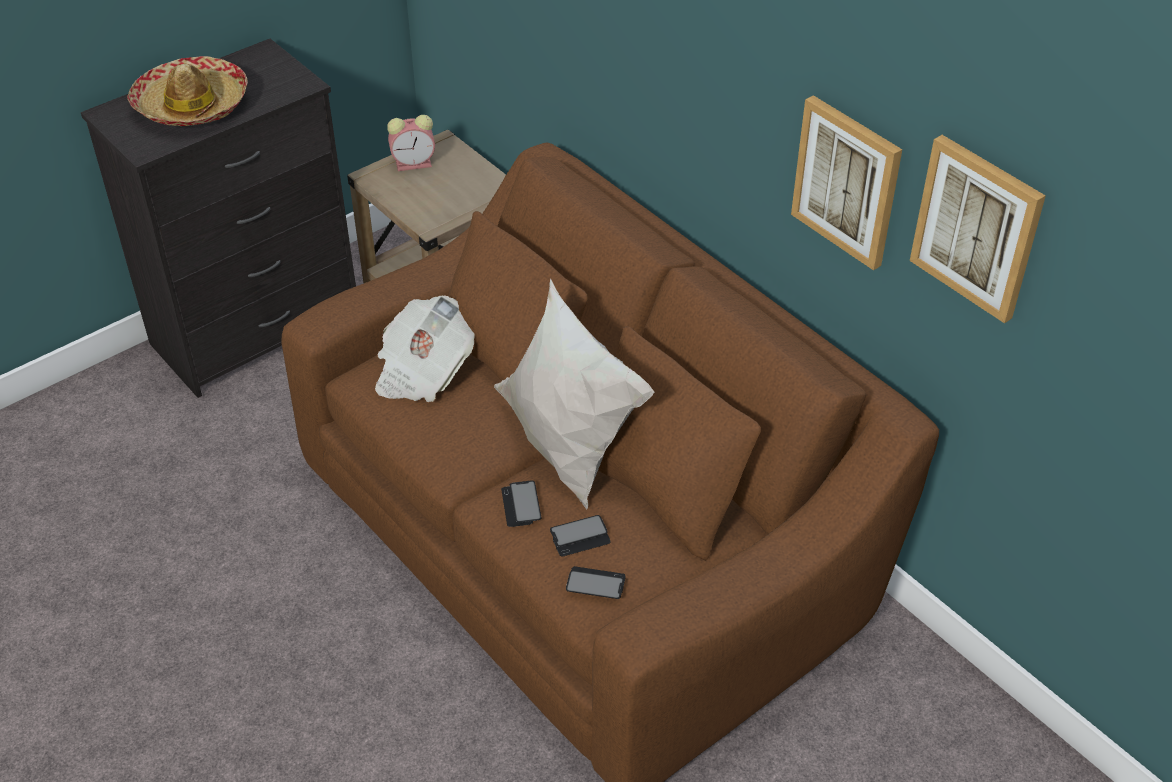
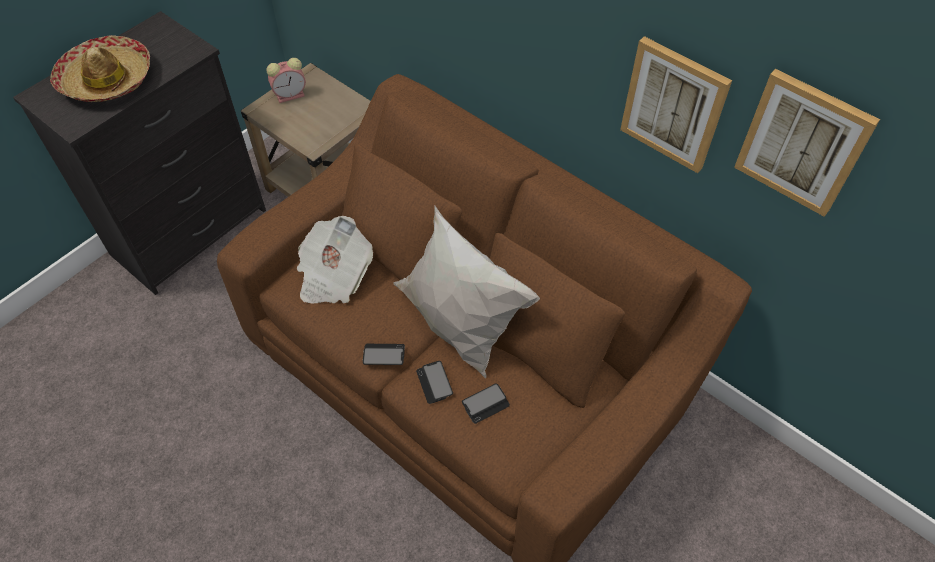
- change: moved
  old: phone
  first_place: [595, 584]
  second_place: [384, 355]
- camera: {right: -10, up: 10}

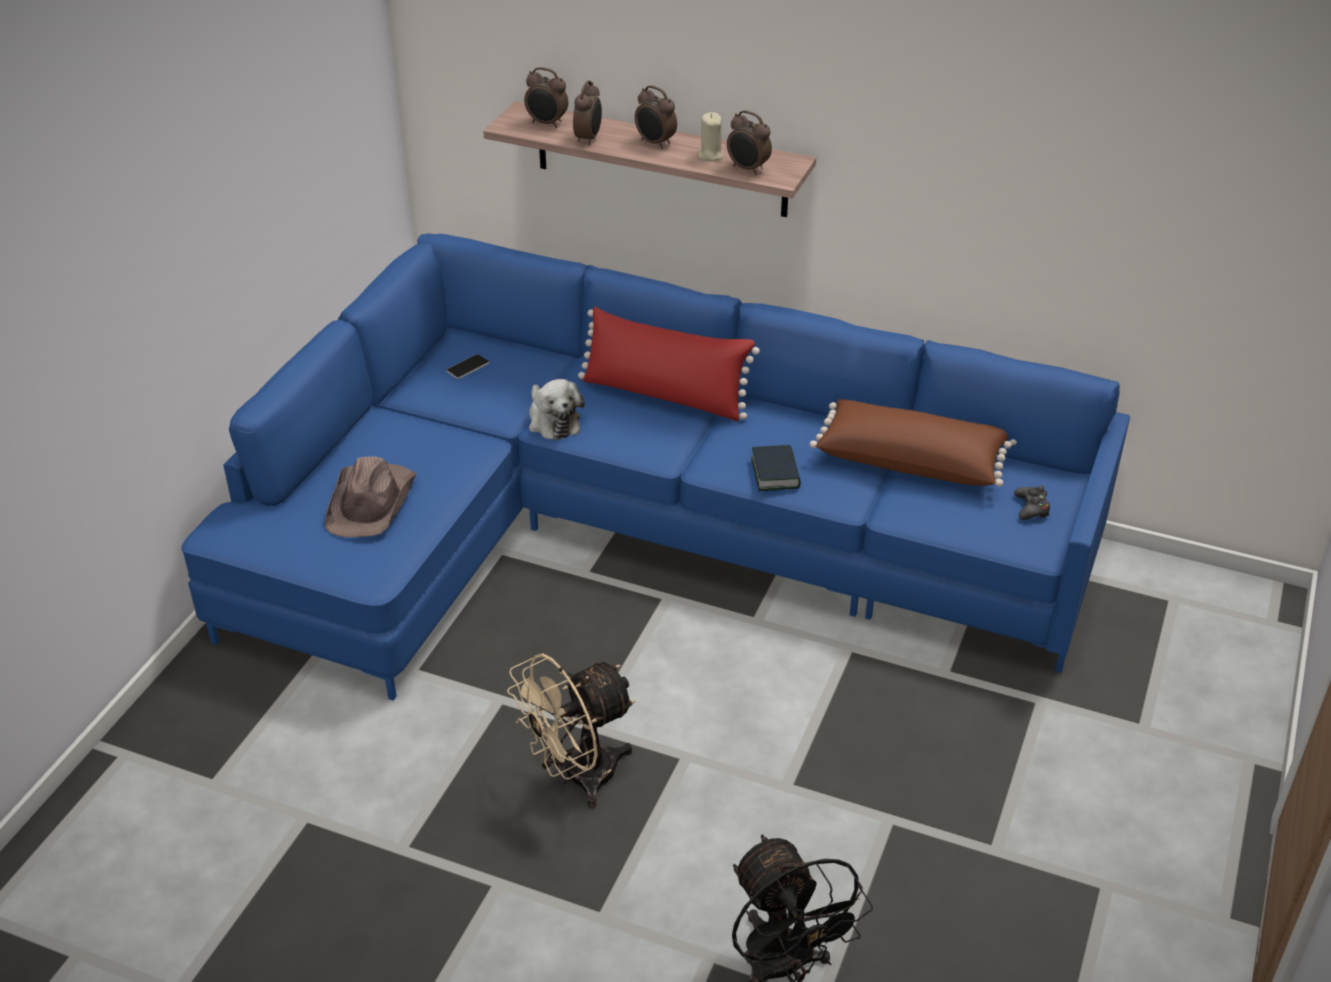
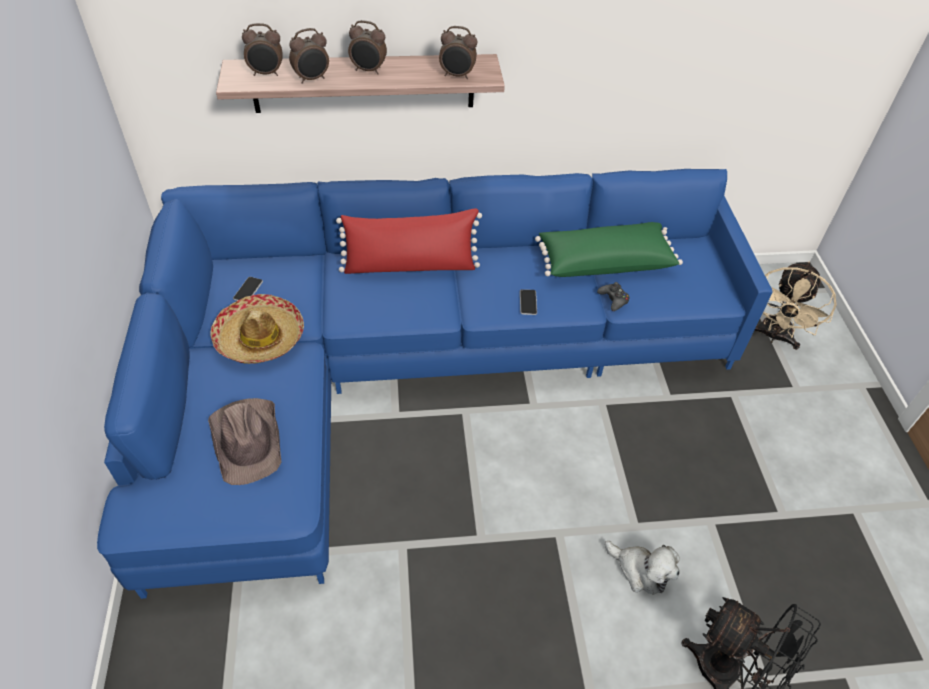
- change: added
  new: clothing hat
  second_place: [260, 338]
- change: turned
  old: table clock
  first_place: [589, 138]
  second_place: [312, 79]
  degrees: 75
- change: replaced
  old: bound book
  new: phone
  first_place: [775, 473]
  second_place: [528, 302]
- change: recoloured
  old: brownish throw pillow
  new: green throw pillow
  first_place: [911, 460]
  second_place: [604, 261]
- change: moved
  old: black joypad
  first_place: [1031, 508]
  second_place: [613, 299]
- change: moved
  old: plush toy
  first_place: [552, 421]
  second_place: [641, 570]
- change: moved
  old: beige-coloured electric fan
  first_place: [577, 777]
  second_place: [773, 336]
- change: removed
  old: beige-coloured candle
  first_place: [710, 155]
- camera: {right: -30, up: 10}

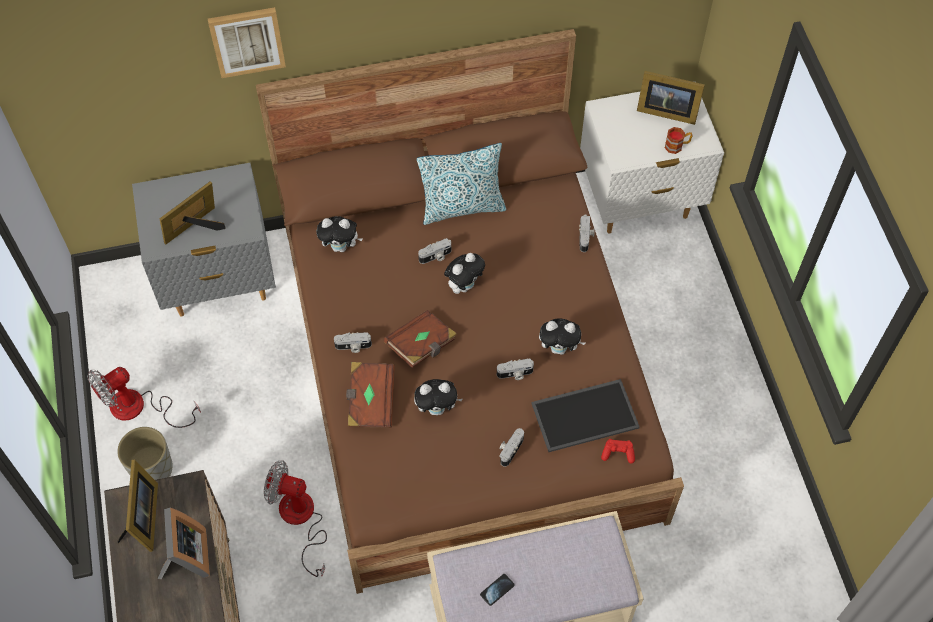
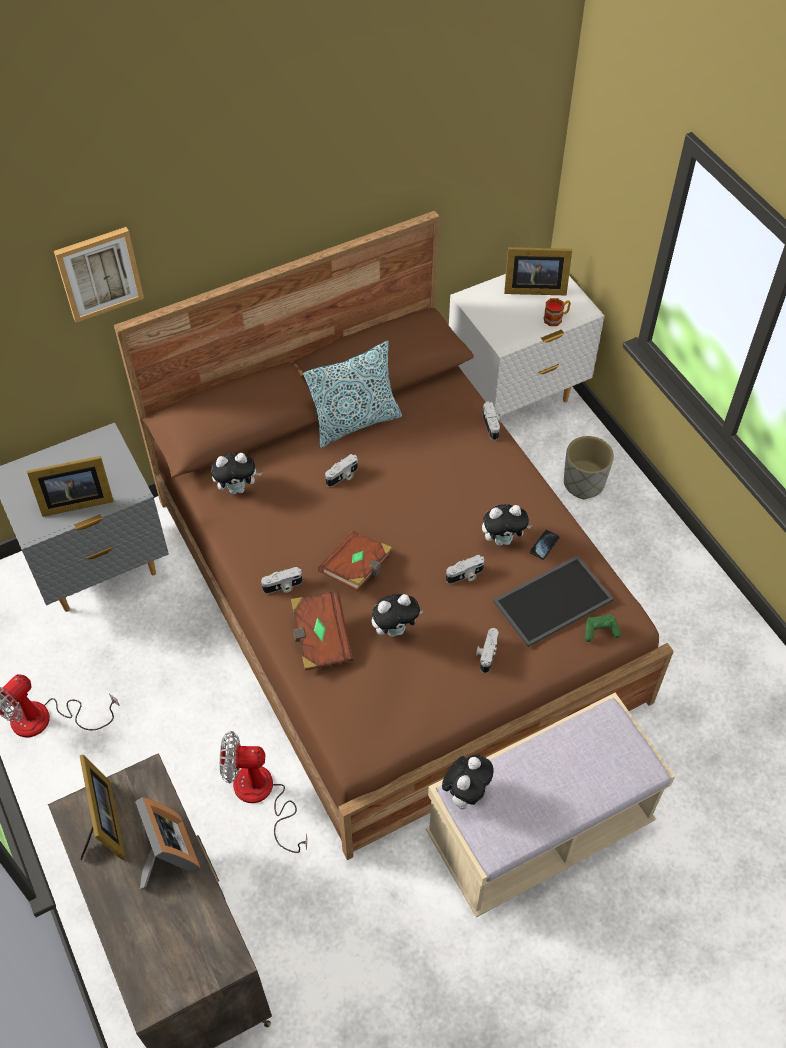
- change: turned
  old: photo frame
  first_place: [196, 229]
  second_place: [74, 501]
  degrees: -135
- change: moved
  old: plush toy
  first_place: [464, 285]
  second_place: [466, 793]
- change: moved
  old: phone
  first_place: [497, 590]
  second_place: [544, 545]
- change: moved
  old: gray planter
  first_place: [152, 468]
  second_place: [583, 483]
- change: recoloured
  old: red joypad
  new: green joypad
  first_place: [618, 453]
  second_place: [600, 631]
- camera: {right: -15, up: -5}

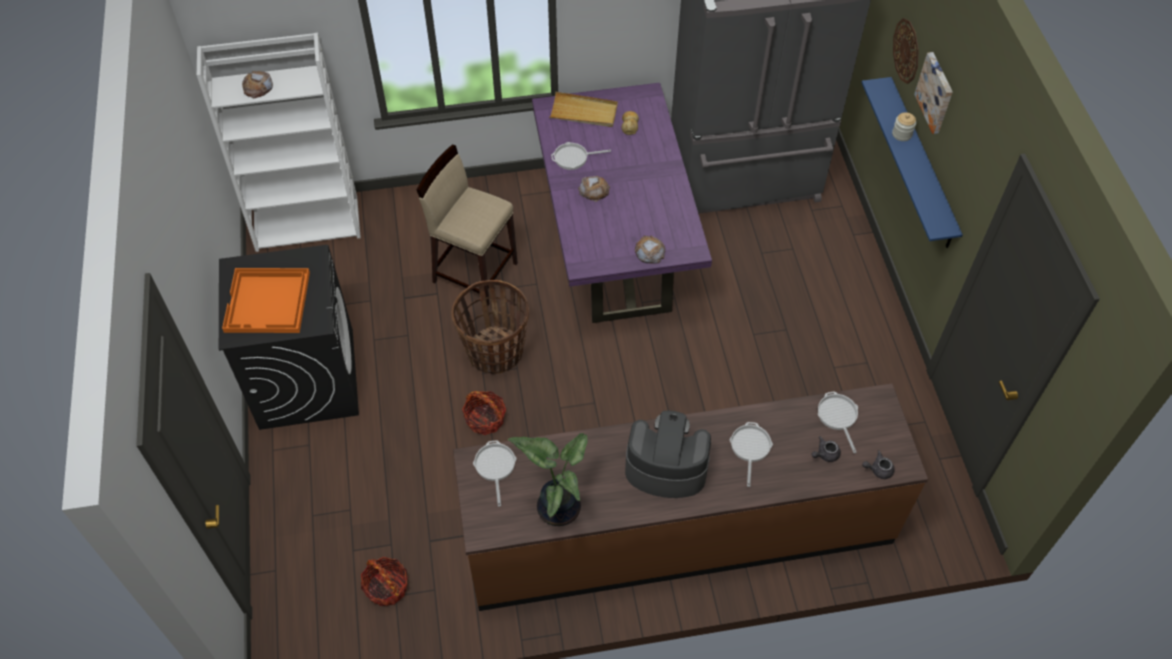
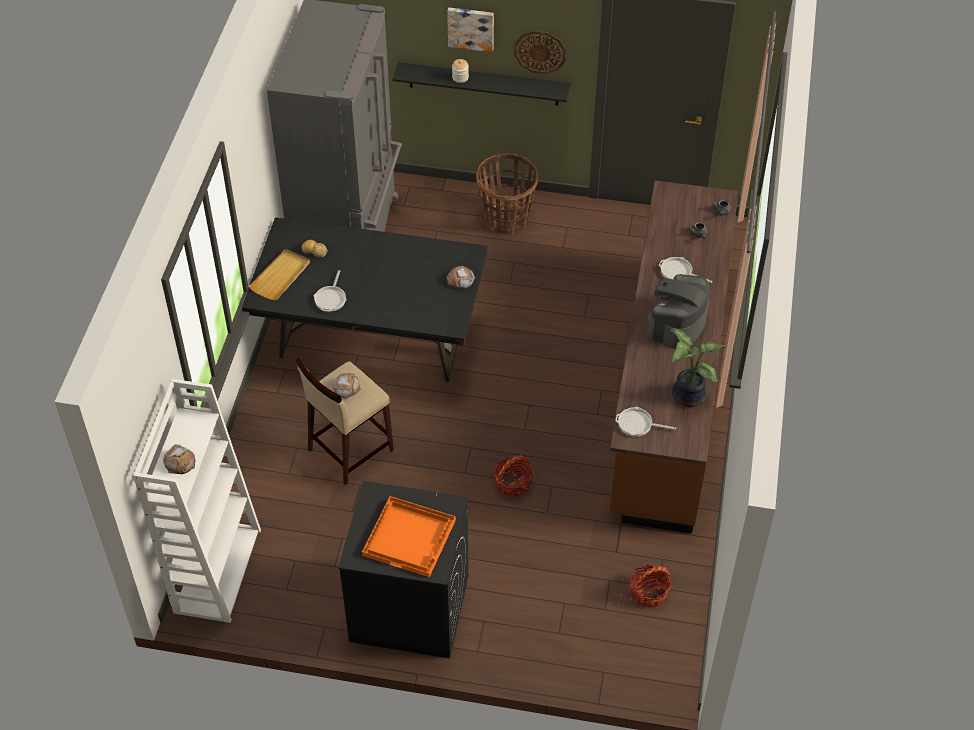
- change: recoloured
  old: purple dinner table
  new: black dinner table
  first_place: [615, 245]
  second_place: [373, 342]
- change: moved
  old: bread
  first_place: [594, 190]
  second_place: [346, 387]
- change: recoloured
  old: bluish wall shelf
  new: black wall shelf
  first_place: [921, 164]
  second_place: [483, 84]
- change: moved
  old: basket
  first_place: [495, 352]
  second_place: [506, 218]
- change: moved
  old: hanging clock
  first_place: [906, 51]
  second_place: [540, 51]
- change: removed
  old: skillet
  first_place: [838, 416]
- camera: {right: -70, up: -5}

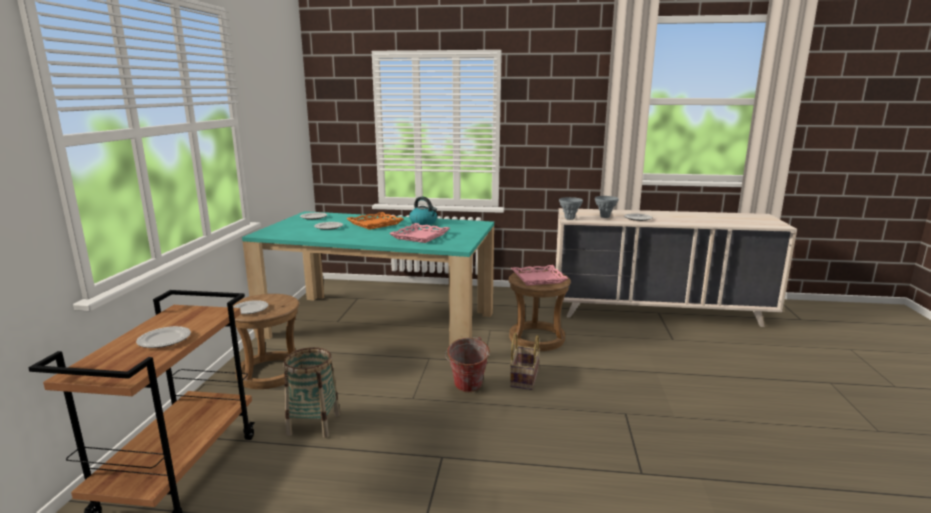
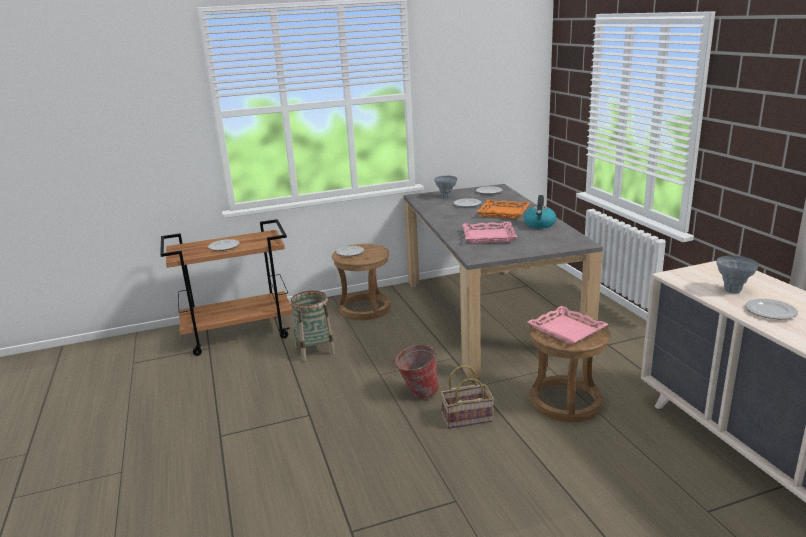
- change: recoloured
  old: blue-green dinner table
  new: gray dinner table
  first_place: [380, 324]
  second_place: [489, 314]
- change: moved
  old: gray flower vase
  first_place: [569, 218]
  second_place: [446, 197]
- camera: {right: 65, up: 5}

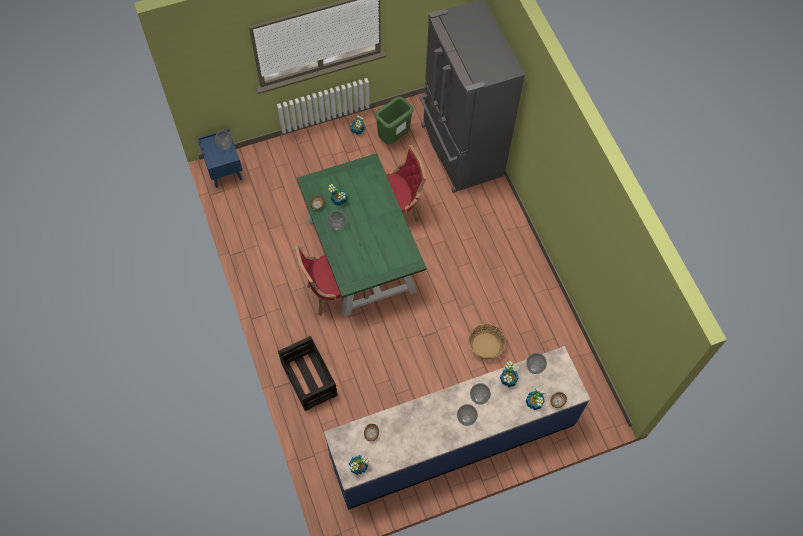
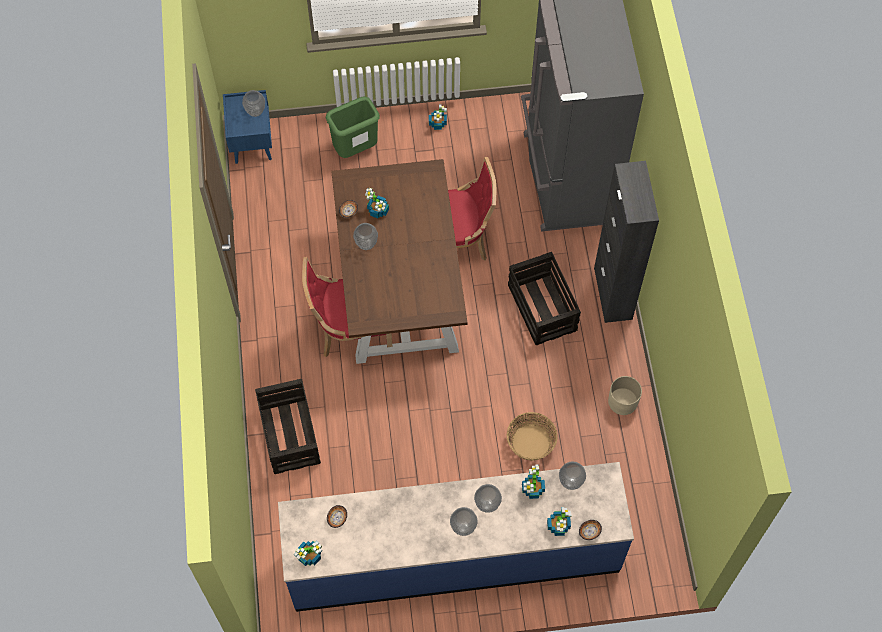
- change: moved
  old: green waste bin
  first_place: [393, 137]
  second_place: [355, 149]
- change: recoloured
  old: green dinner table
  new: brownish dinner table
  first_place: [360, 253]
  second_place: [398, 287]
- change: added
  new: shipping crate
  second_place: [542, 308]
- change: added
  new: black cupboard
  second_place: [613, 293]
- change: added
  new: beige-coloured planter
  second_place: [623, 401]
- camera: {right: 15, up: 0}

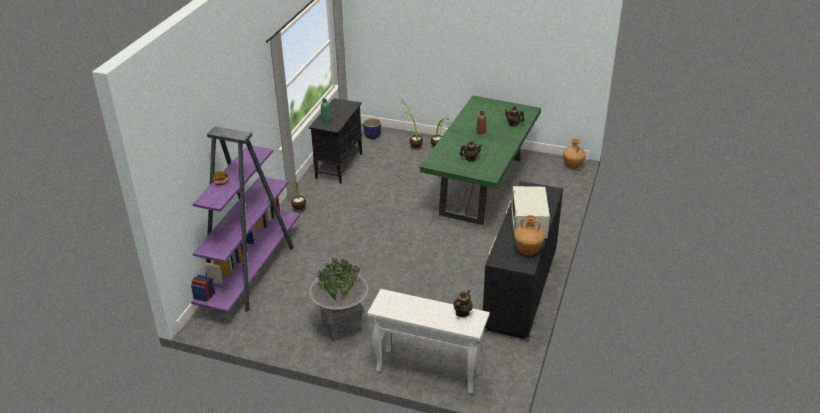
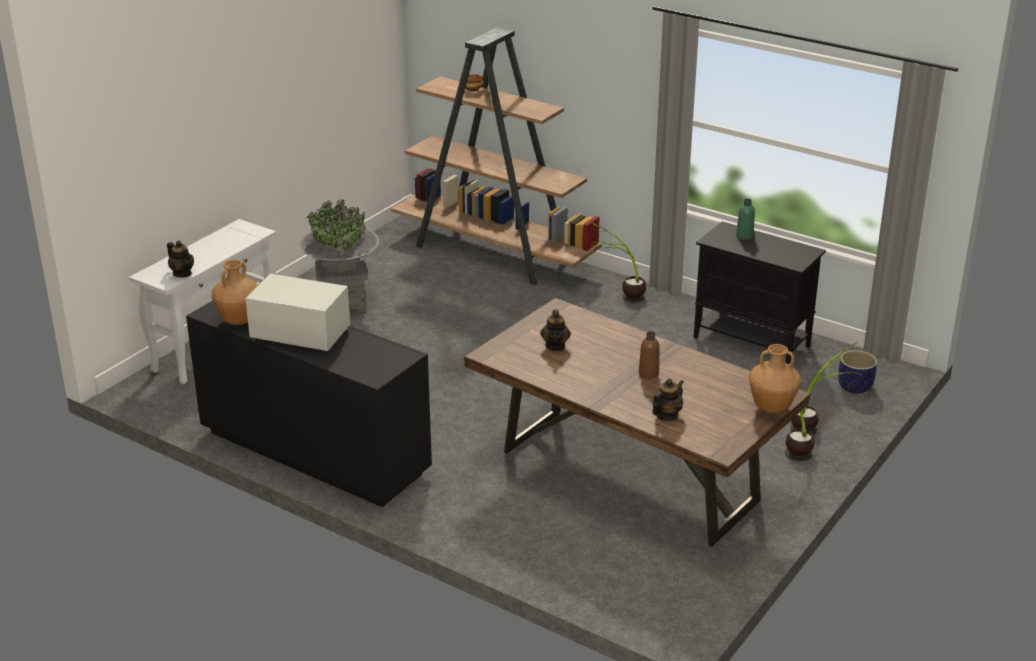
- change: recoloured
  old: purple shelving unit
  new: brownish shelving unit
  first_place: [251, 272]
  second_place: [495, 253]
- change: recoloured
  old: green dinner table
  new: brownish dinner table
  first_place: [481, 187]
  second_place: [627, 476]
- change: moved
  old: brownish flower vase
  first_place: [572, 167]
  second_place: [771, 408]
- camera: {right: 105, up: -5}

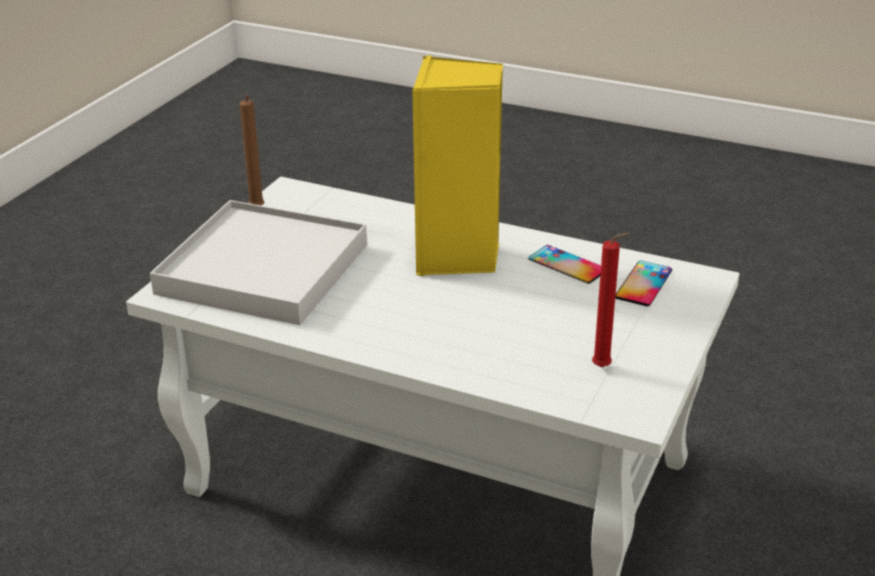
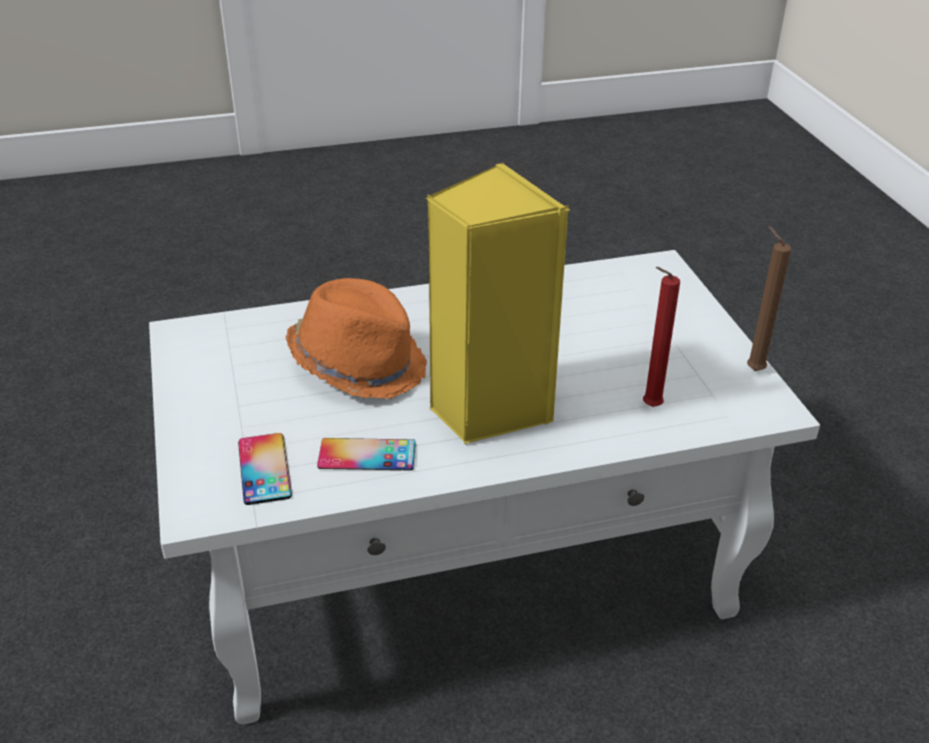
- change: added
  new: orangey clothing hat
  second_place: [359, 364]
- change: moved
  old: red candle
  first_place: [604, 368]
  second_place: [648, 407]
- change: removed
  old: white-coloured serving tray
  first_place: [262, 269]
- camera: {right: 140, up: 5}

